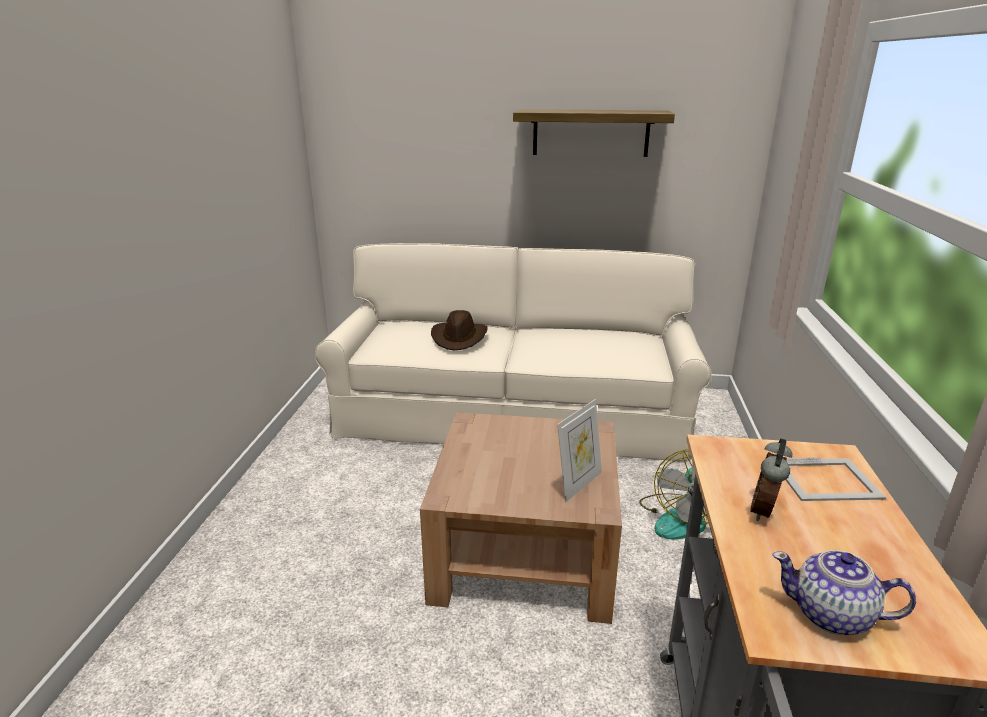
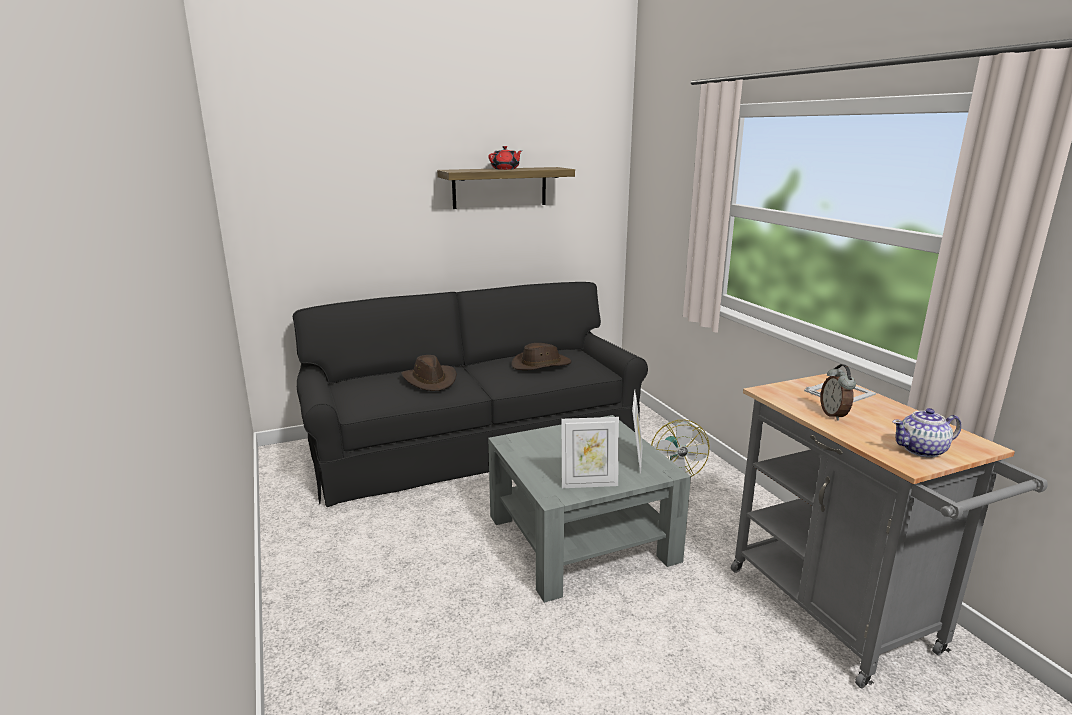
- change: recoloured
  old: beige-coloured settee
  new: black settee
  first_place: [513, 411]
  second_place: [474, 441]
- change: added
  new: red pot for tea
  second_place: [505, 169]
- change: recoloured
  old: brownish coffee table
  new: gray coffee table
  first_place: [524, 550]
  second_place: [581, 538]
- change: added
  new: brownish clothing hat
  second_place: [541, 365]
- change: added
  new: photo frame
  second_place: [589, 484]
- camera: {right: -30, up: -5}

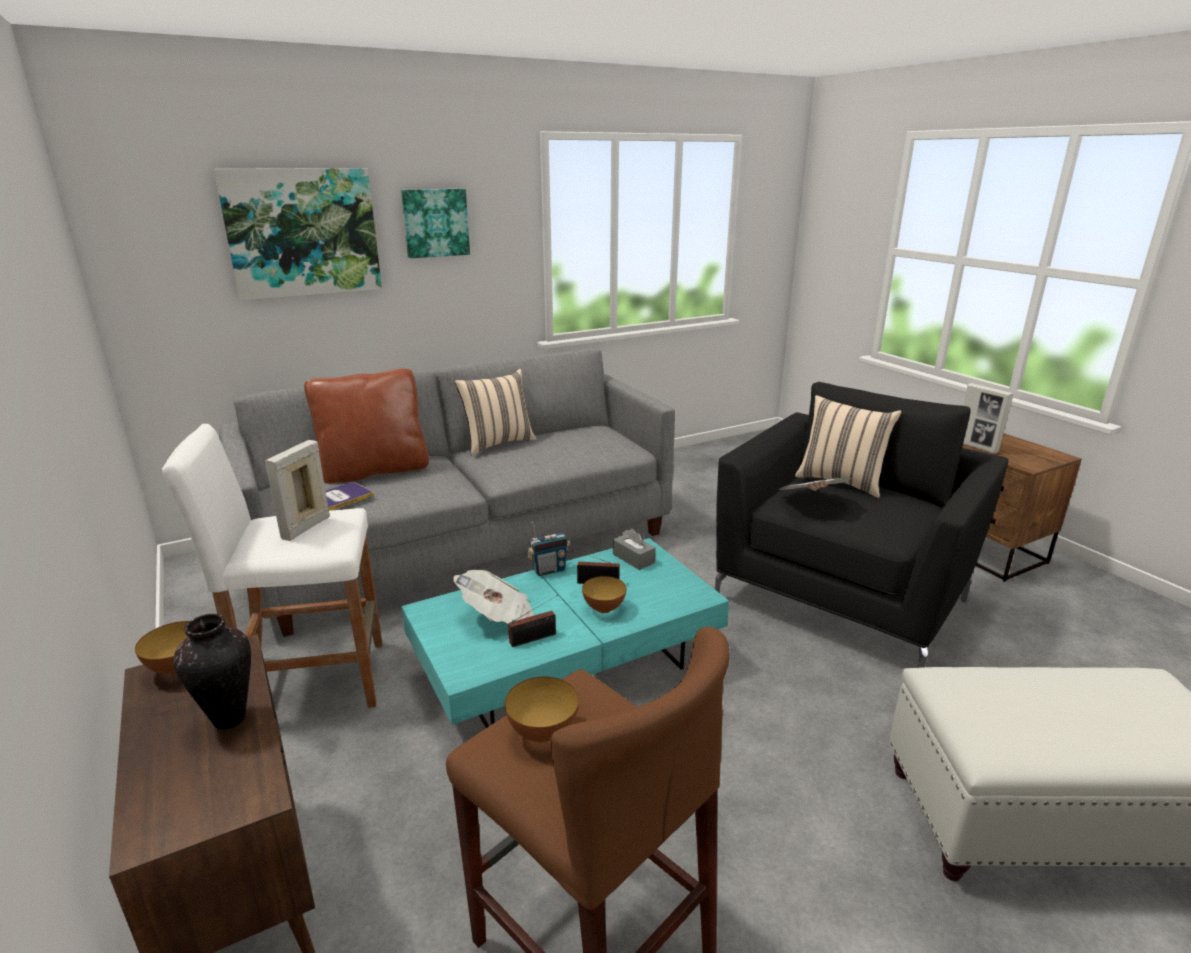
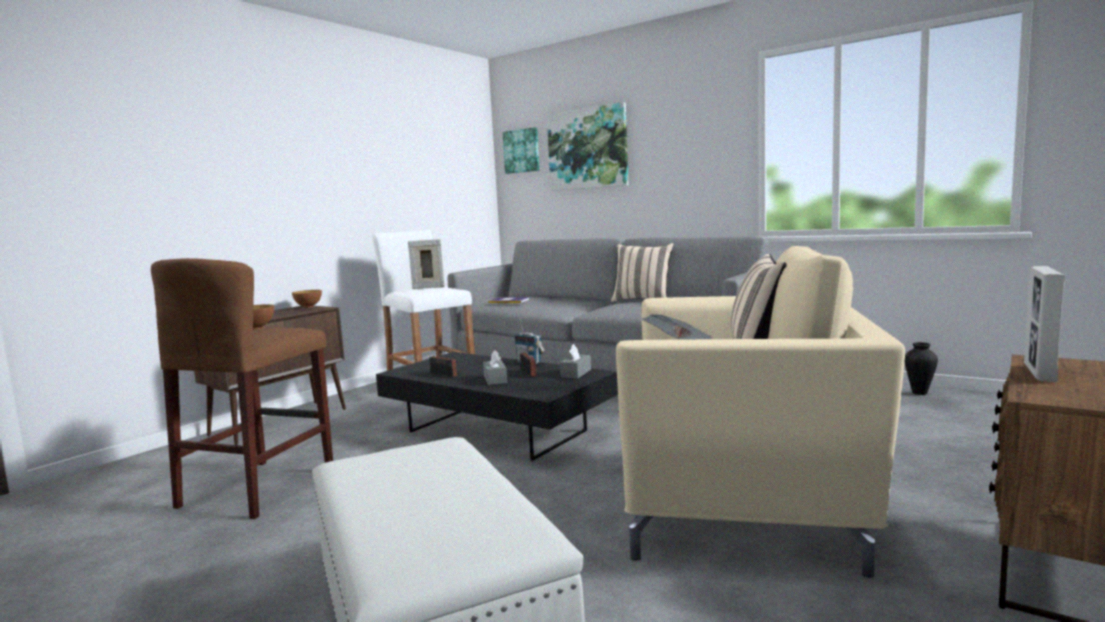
- change: recoloured
  old: blue-green coffee table
  new: black coffee table
  first_place: [567, 667]
  second_place: [497, 431]
- change: replaced
  old: deep dish
  new: gray tissue holder
  first_place: [604, 609]
  second_place: [495, 379]
- change: moved
  old: picture
  first_place: [435, 223]
  second_place: [522, 151]
- change: recoloured
  old: black easy chair
  new: beige-coloured easy chair
  first_place: [842, 597]
  second_place: [745, 502]
- change: moved
  old: flower vase
  first_place: [228, 719]
  second_place: [919, 393]
- change: removed
  old: brownish throw pillow
  first_place: [375, 471]
- change: removed
  old: daily paper
  first_place: [499, 616]
- camera: {right: 65, up: -15}

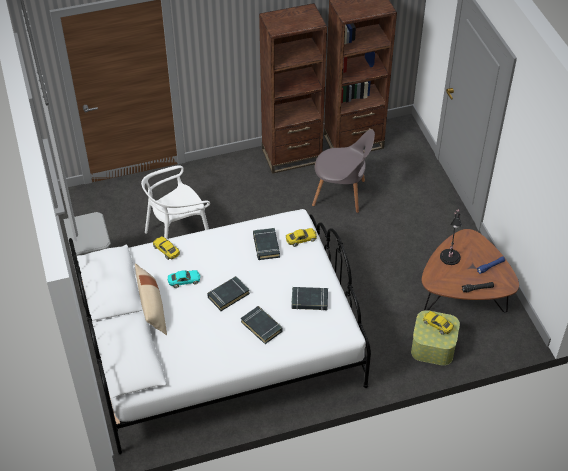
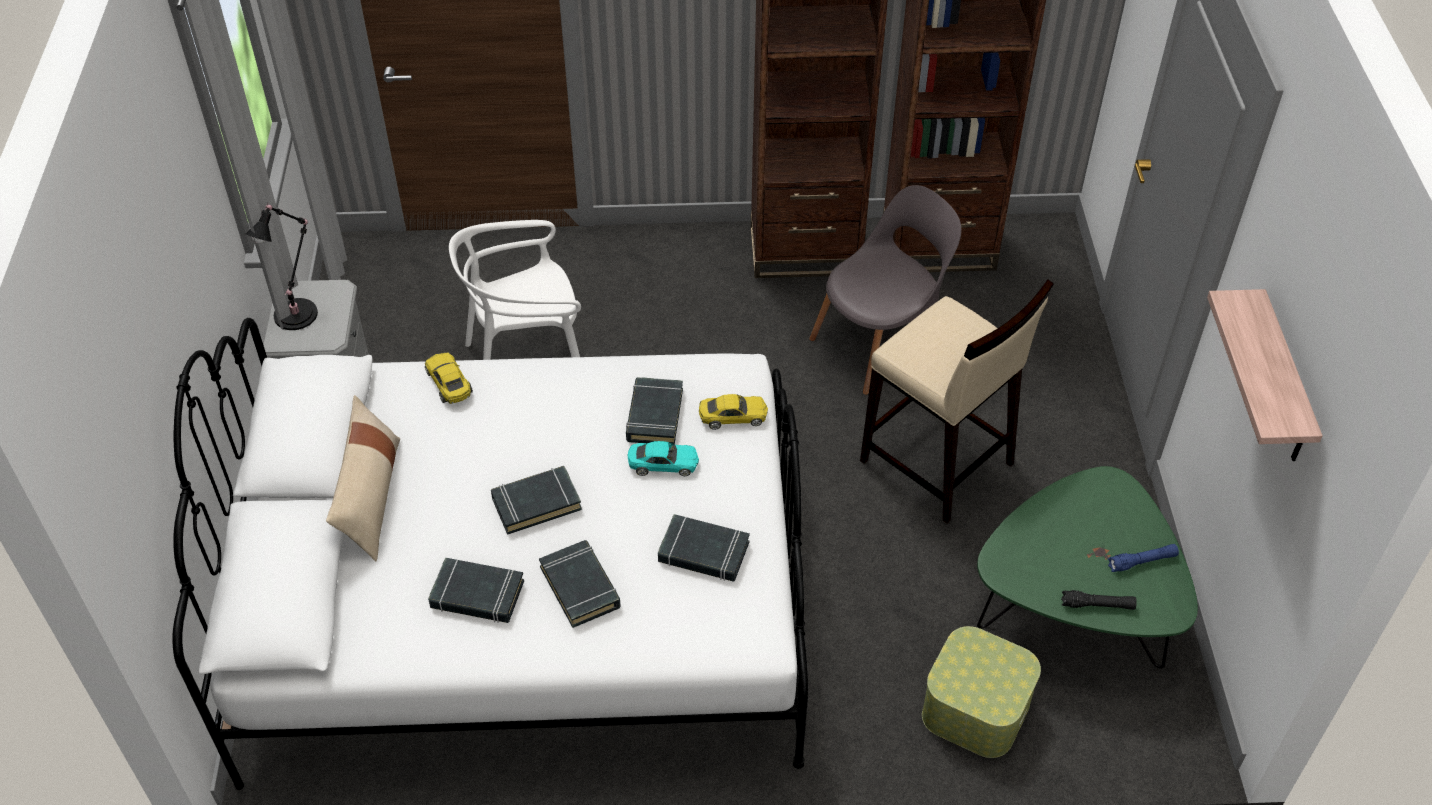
- change: moved
  old: black table lamp
  first_place: [450, 255]
  second_place: [298, 312]
- change: added
  new: black bound book
  second_place: [477, 595]
- change: moved
  old: blue-green model car
  first_place: [184, 280]
  second_place: [663, 463]
- change: turned
  old: gray chair
  first_place: [341, 194]
  second_place: [880, 344]
  degrees: -60
- change: added
  new: beige-coloured stool
  second_place: [937, 464]
- change: recoloured
  old: brownish coffee table
  new: green coffee table
  first_place: [463, 296]
  second_place: [1075, 611]
- change: added
  new: wall shelf
  second_place: [1283, 382]
- change: removed
  old: yellow model car
  first_place: [437, 325]
- camera: {right: 15, up: 0}

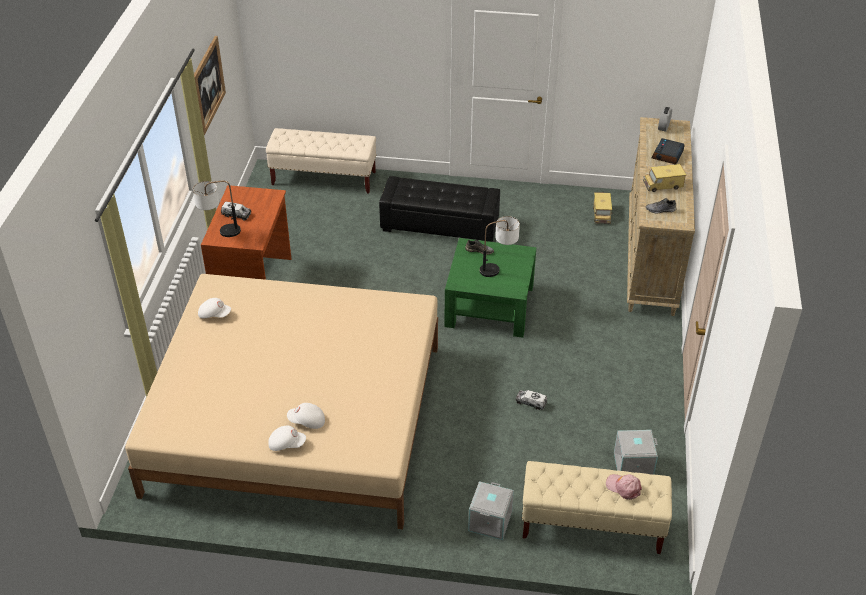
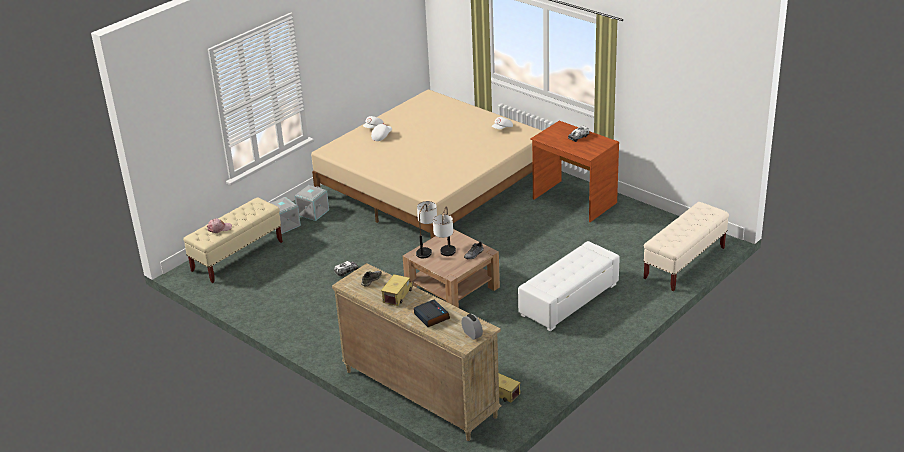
- change: moved
  old: gray storage container
  first_place: [633, 466]
  second_place: [313, 212]
- change: recoloured
  old: green coffee table
  new: brownish coffee table
  first_place: [489, 305]
  second_place: [452, 289]
- change: moved
  old: table lamp
  first_place: [220, 232]
  second_place: [427, 249]
- change: recoloured
  old: black pouffe
  new: white-coloured pouffe
  first_place: [440, 224]
  second_place: [569, 300]
- change: removed
  old: picture
  first_place: [208, 85]
- camera: {right: 125, up: -10}

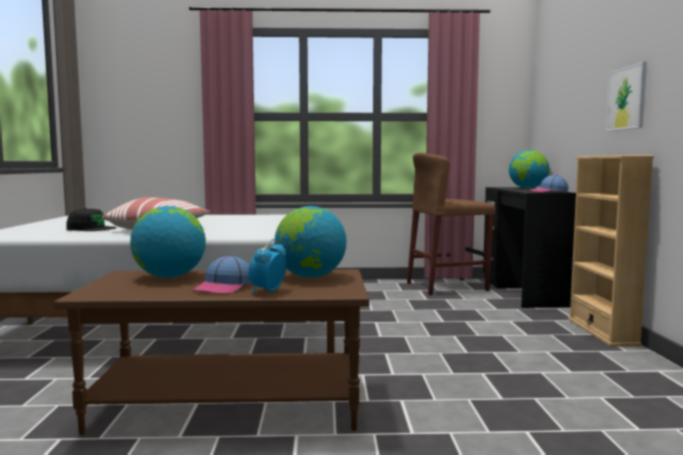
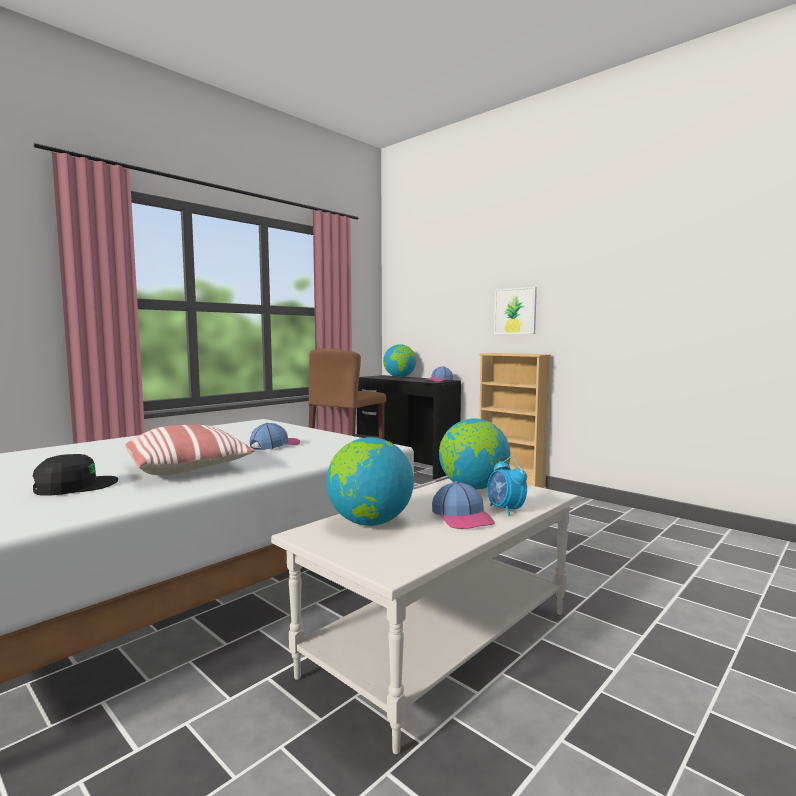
- change: added
  new: baseball cap
  second_place: [275, 445]
- change: recoloured
  old: brownish coffee table
  new: white-coloured coffee table
  first_place: [231, 403]
  second_place: [440, 641]
- camera: {right: -45, up: 0}

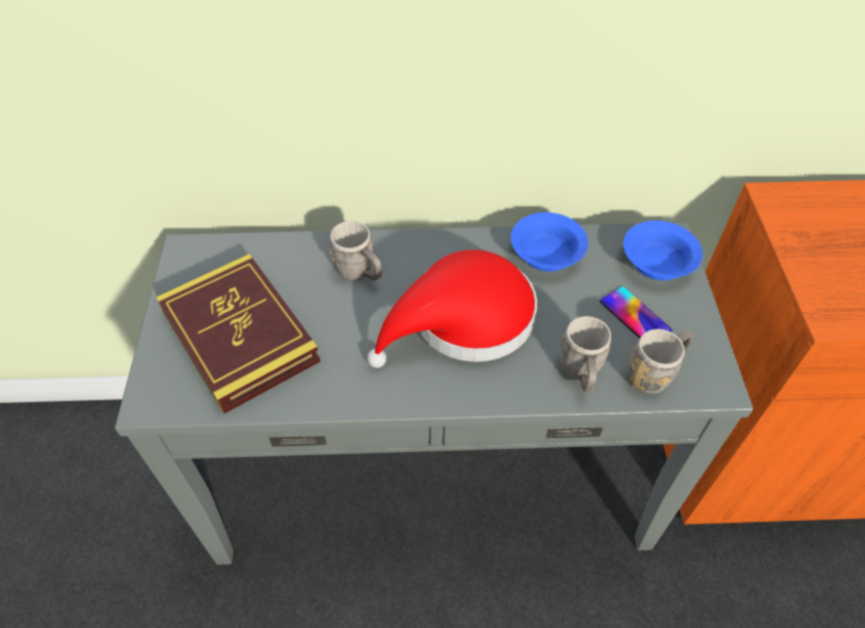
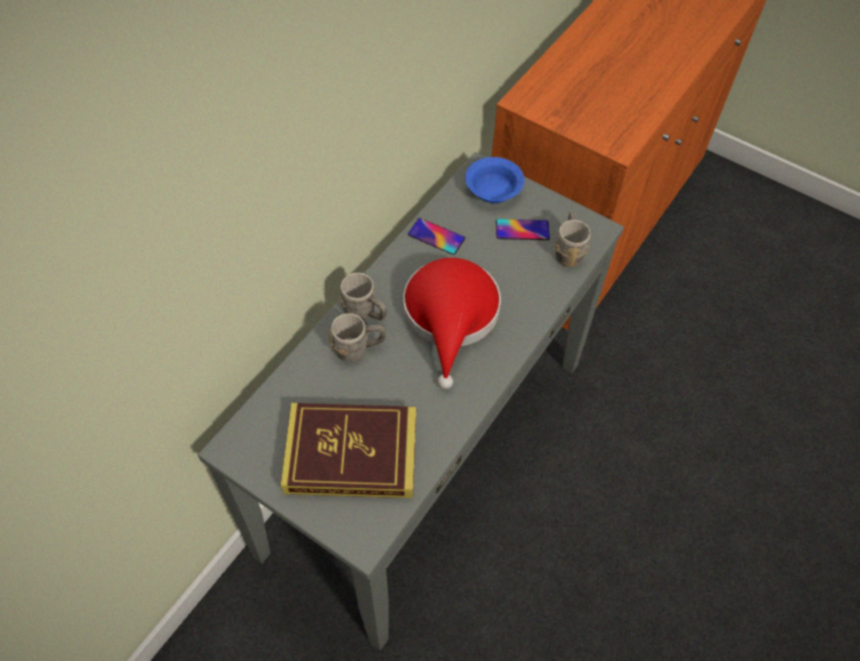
- change: moved
  old: gray tea mug
  first_place: [581, 373]
  second_place: [365, 313]
- change: replaced
  old: bluish deep dish
  new: phone
  first_place: [547, 253]
  second_place: [436, 237]
- camera: {right: -55, up: 5}

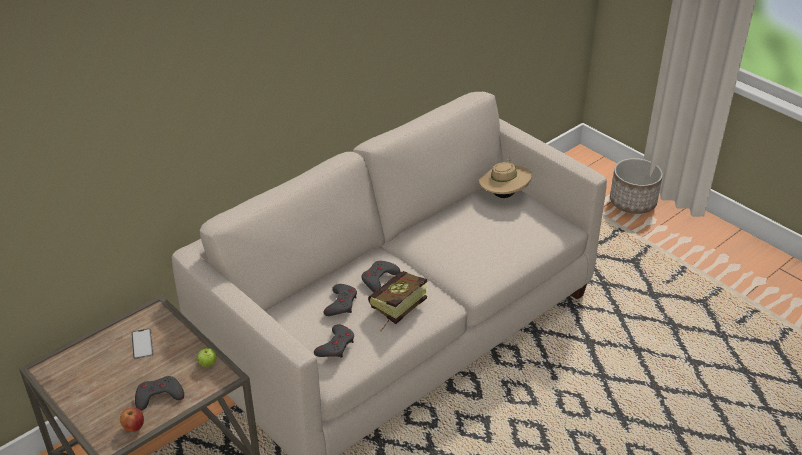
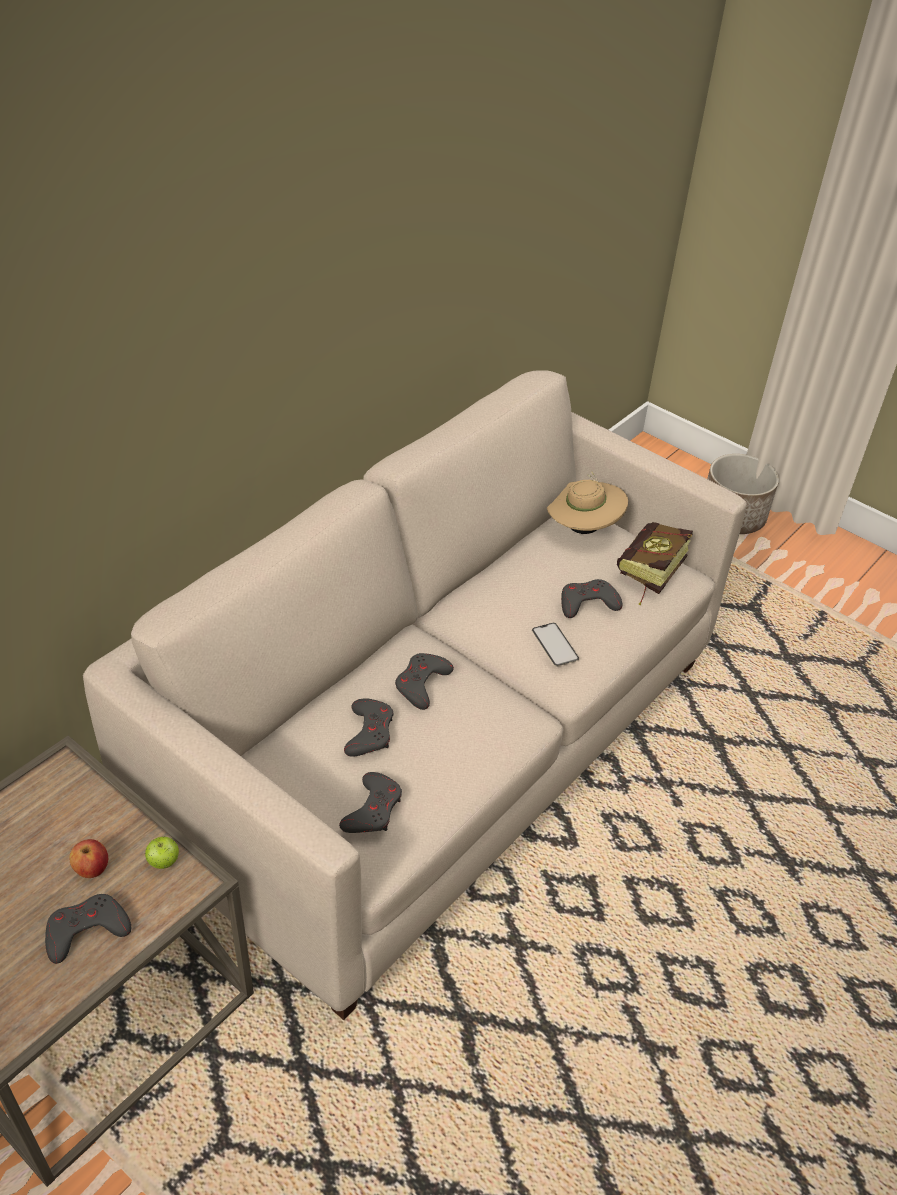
- change: moved
  old: apple fruit
  first_place: [134, 427]
  second_place: [92, 869]
- change: moved
  old: phone
  first_place: [142, 344]
  second_place: [555, 644]
- change: added
  new: gray joypad
  second_place: [587, 603]
- change: moved
  old: bound book
  first_place: [394, 310]
  second_place: [647, 576]
- camera: {right: -10, up: 5}

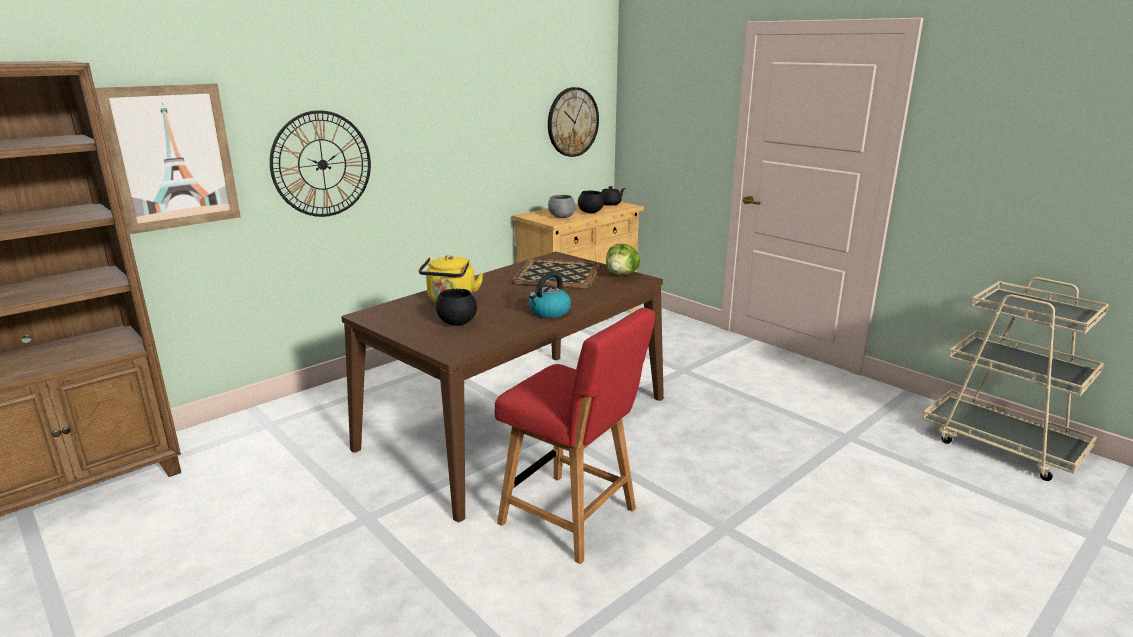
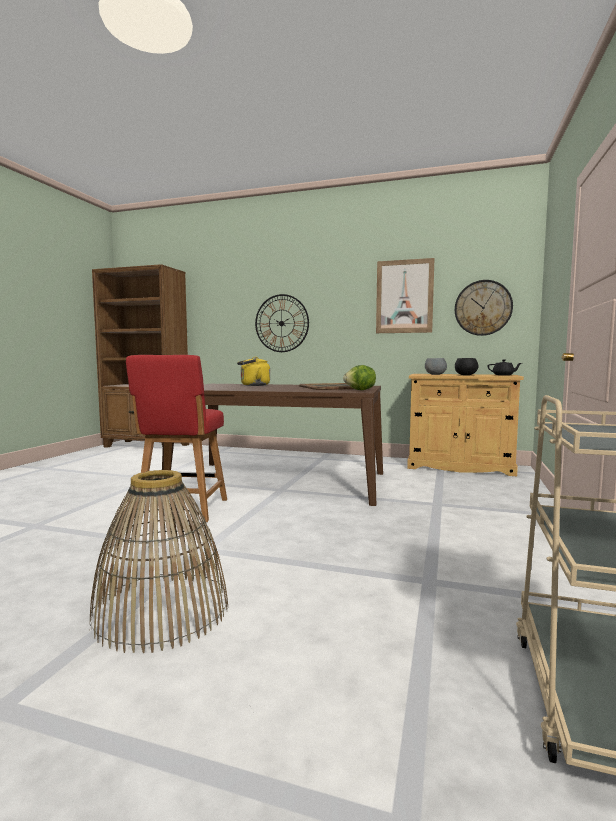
- change: added
  new: basket
  second_place: [161, 611]
- change: moved
  old: picture
  first_place: [173, 157]
  second_place: [404, 296]
- change: removed
  old: black deep dish
  first_place: [457, 322]
- change: removed
  old: water kettle
  first_place: [549, 312]
- camera: {right: 60, up: -15}

